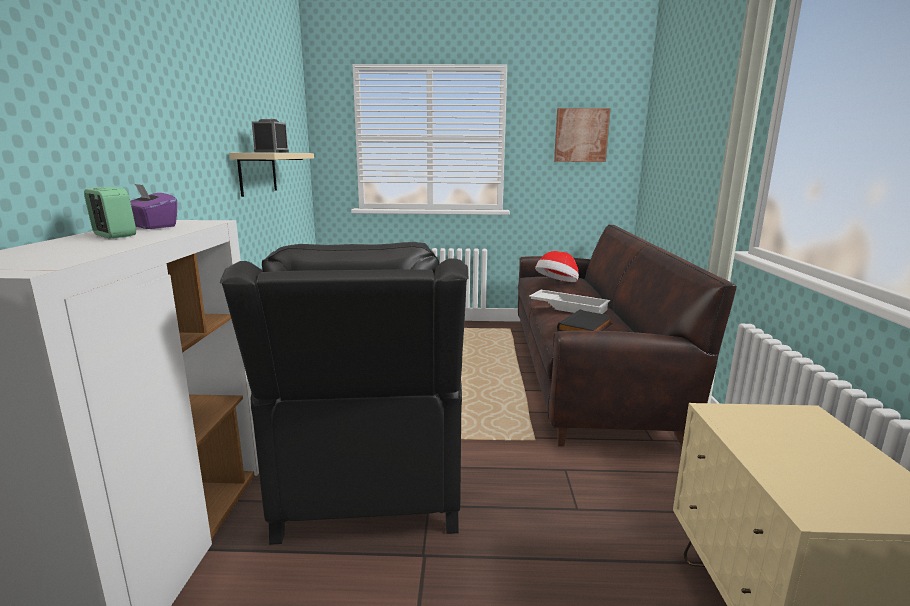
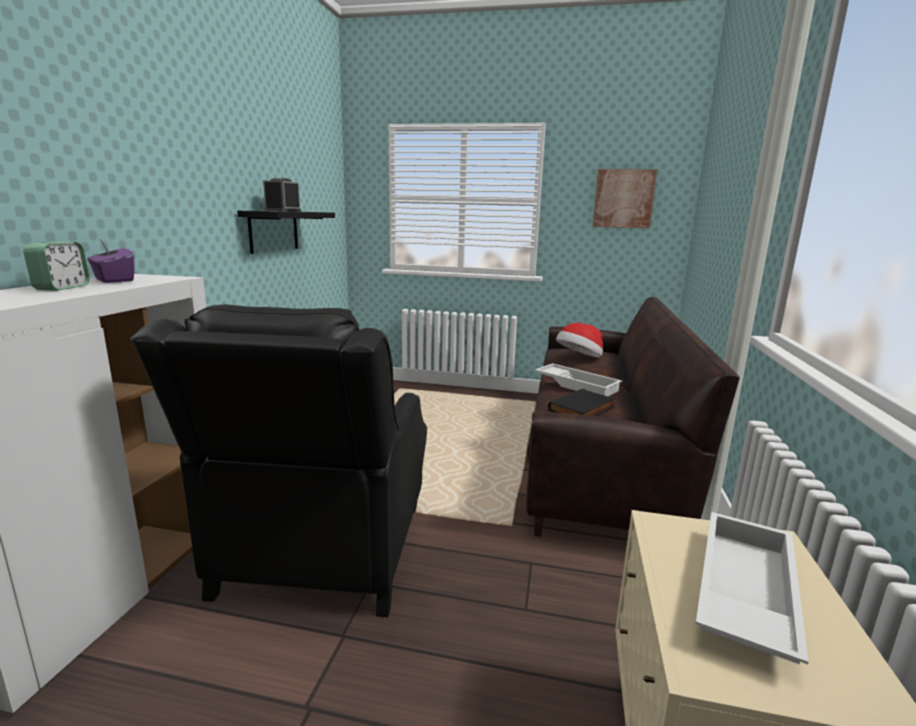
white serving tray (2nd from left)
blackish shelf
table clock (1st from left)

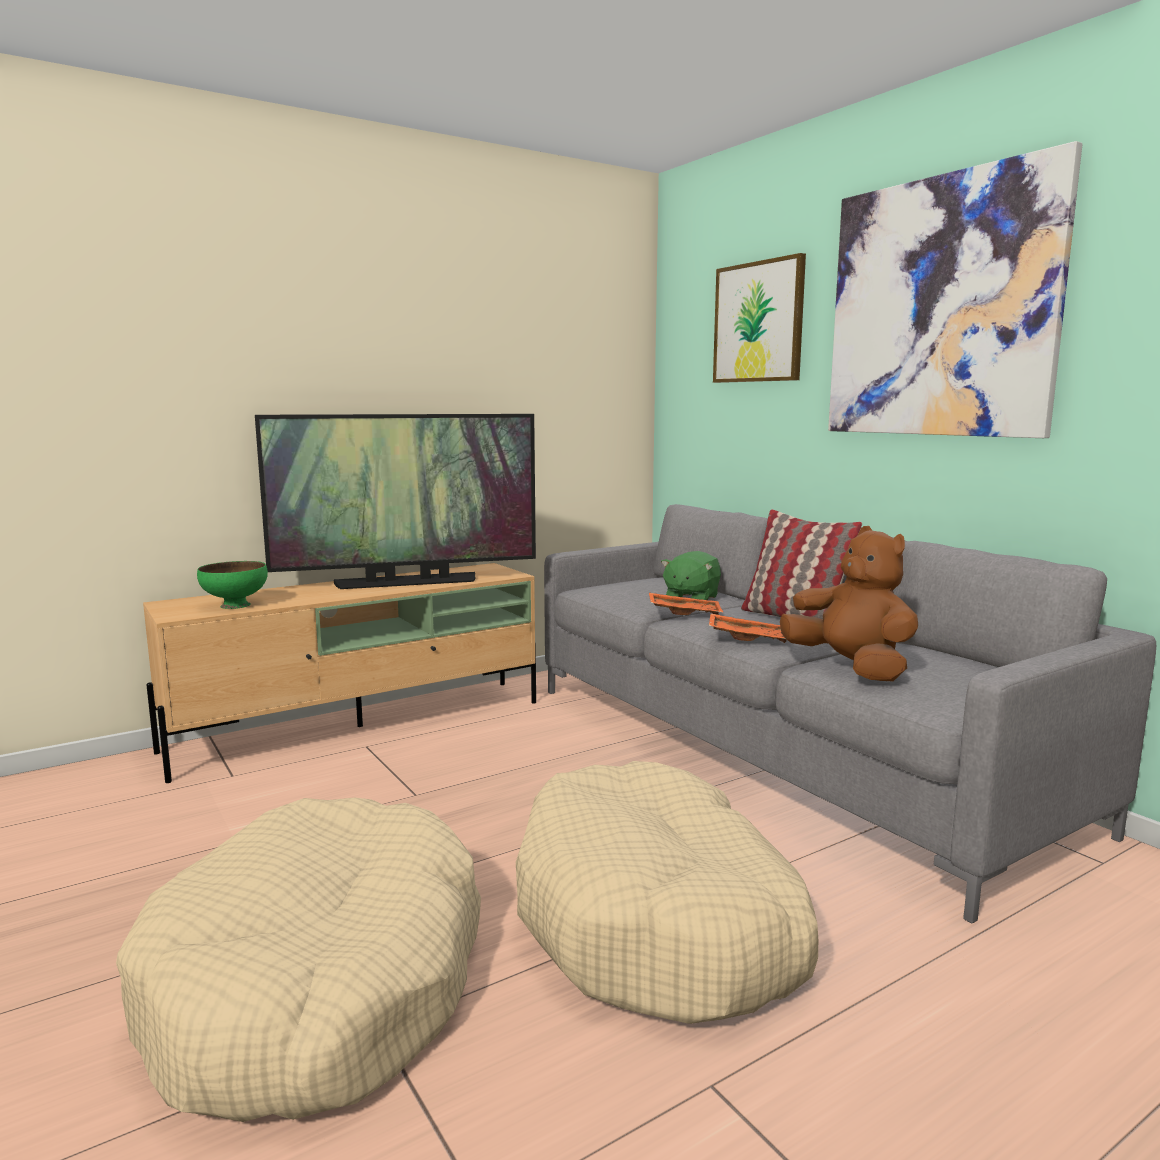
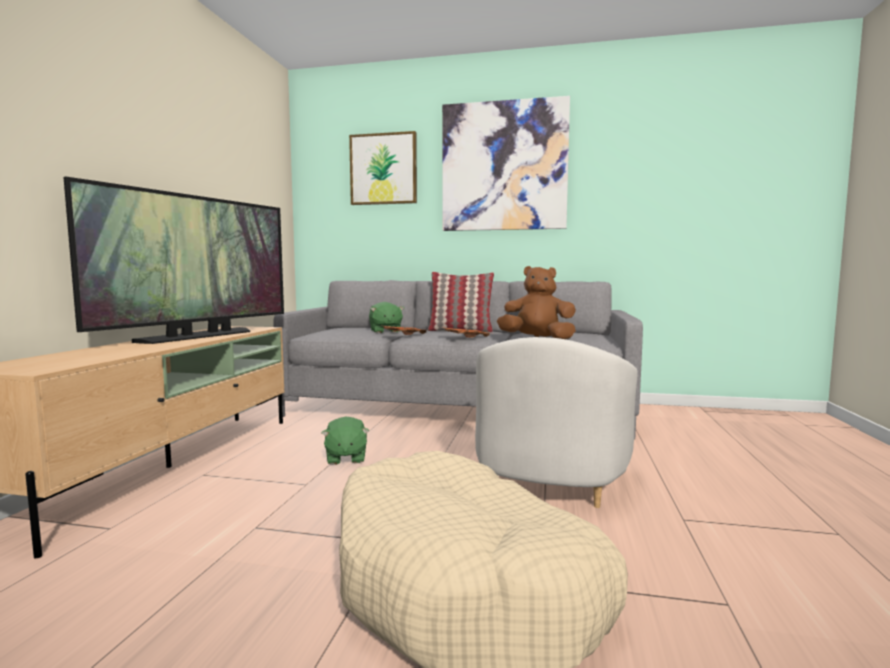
green deep dish
green cuddly toy (1st from left)
white easy chair

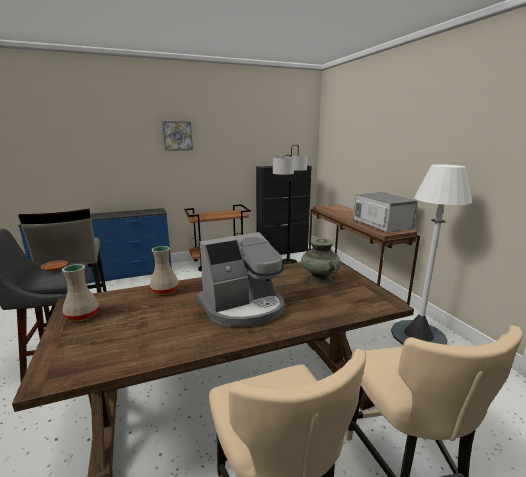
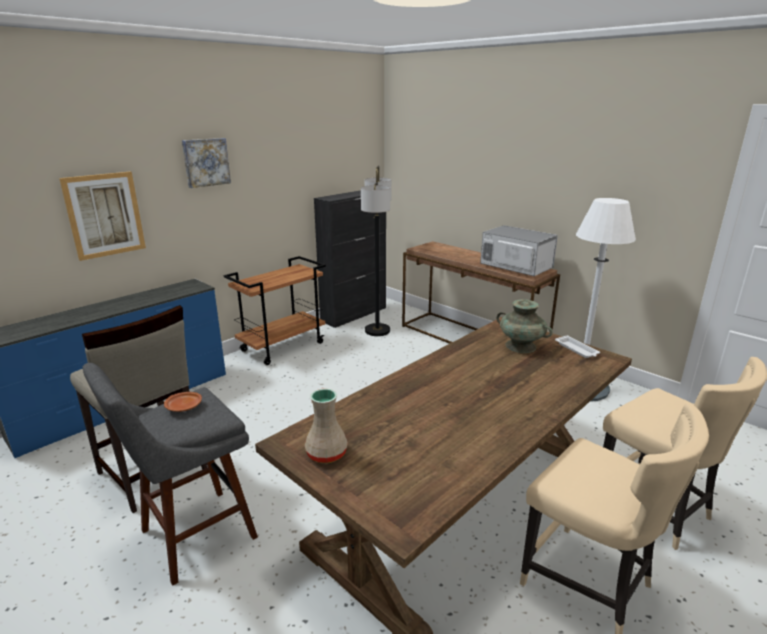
beige-coloured decorative vase (2nd from left in the first image)
coffee machine
wall art (1st from left)
white serving tray

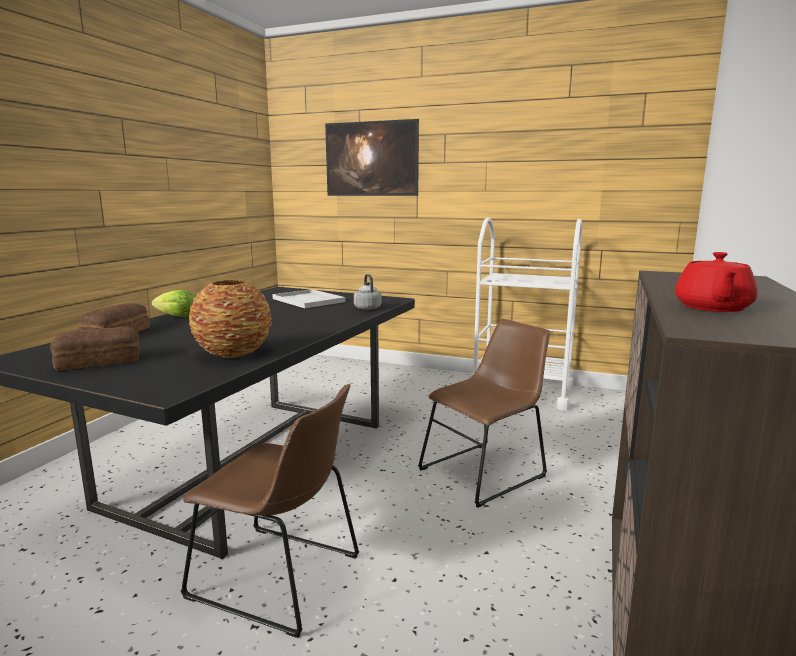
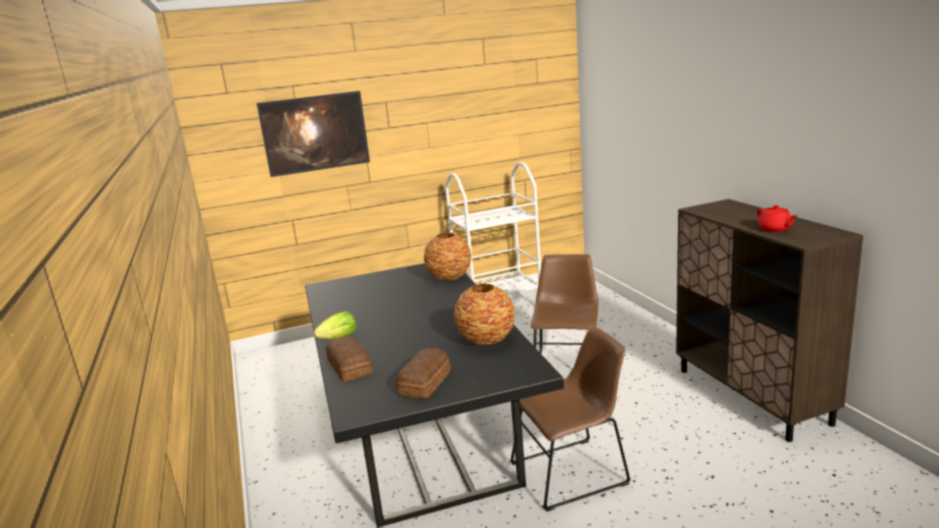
white serving tray
decorative vase (1st from left)

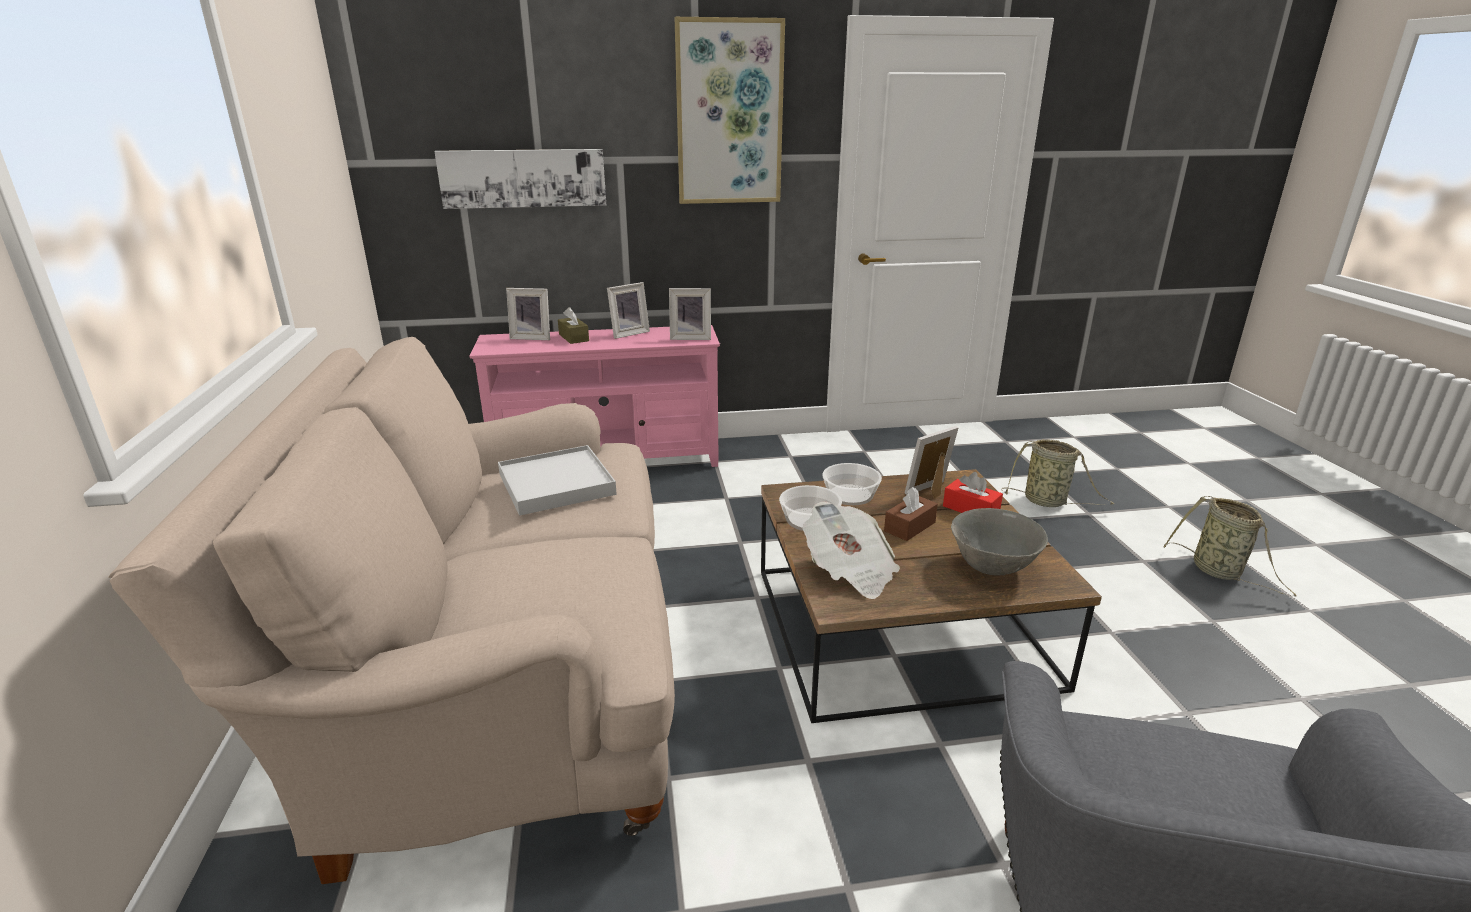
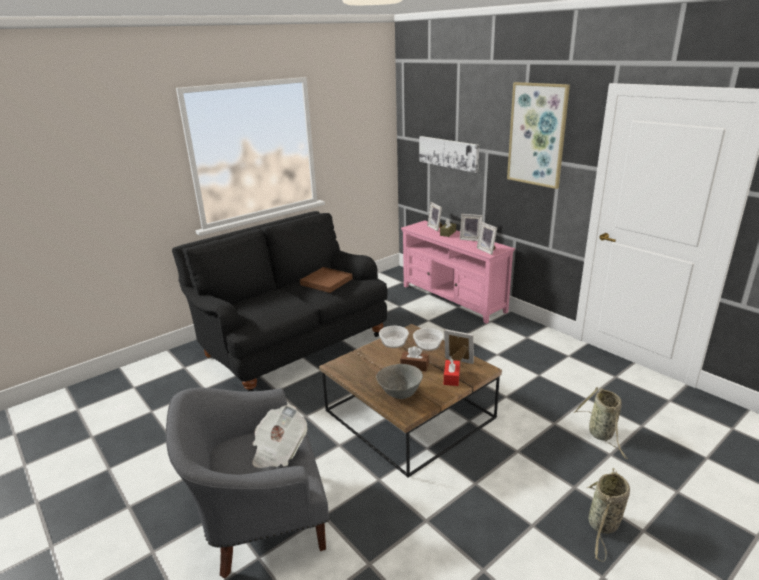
newspaper
blackish settee
brownish serving tray

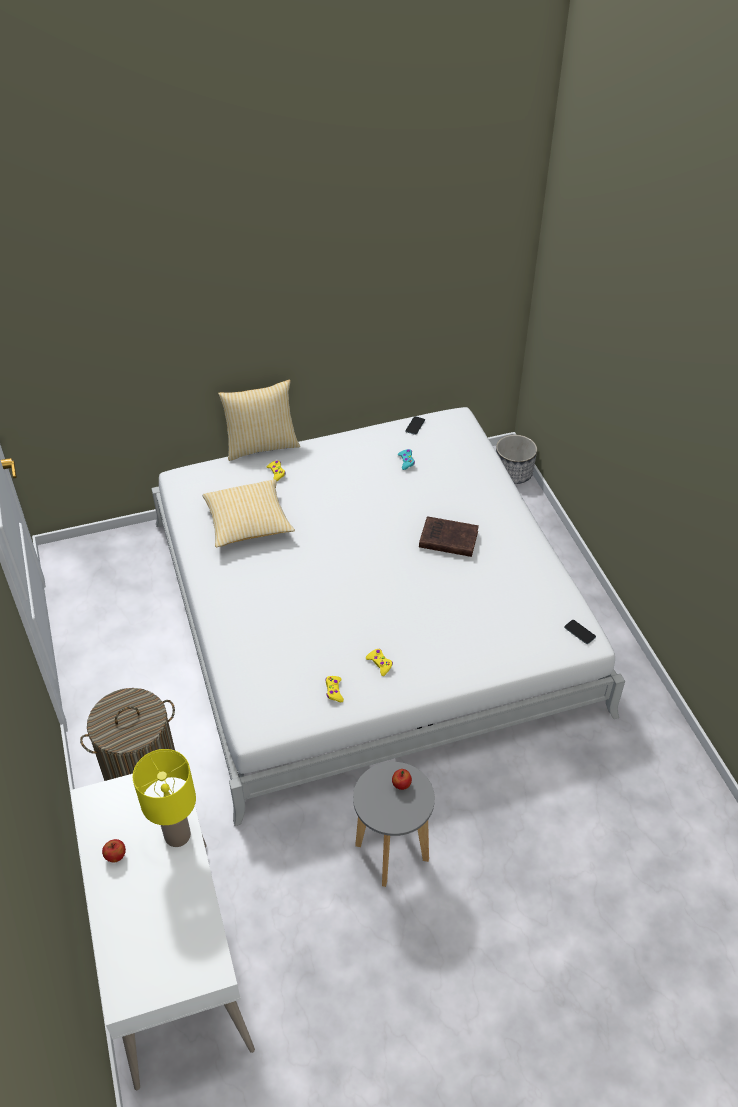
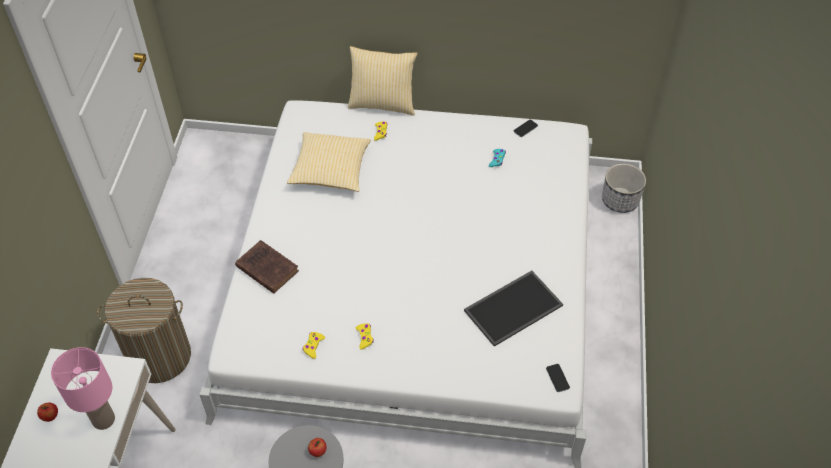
serving tray
brownish bound book
pink table lamp

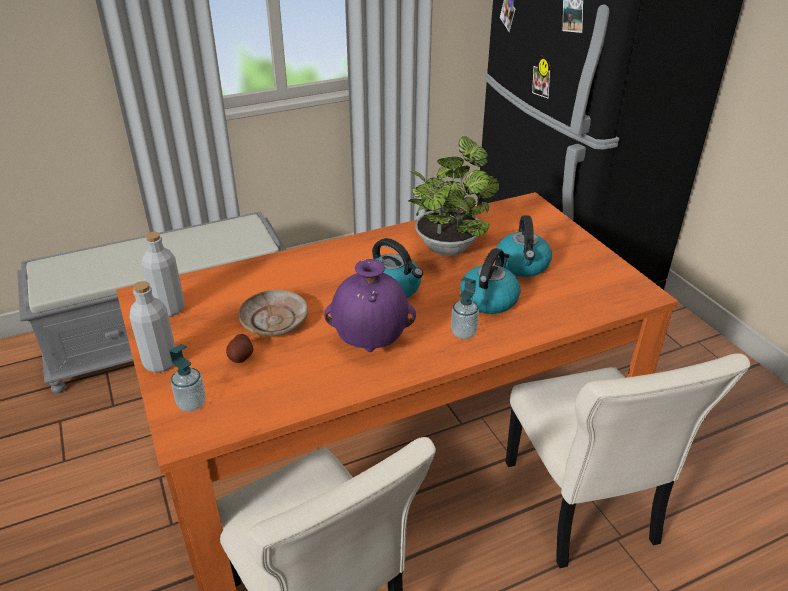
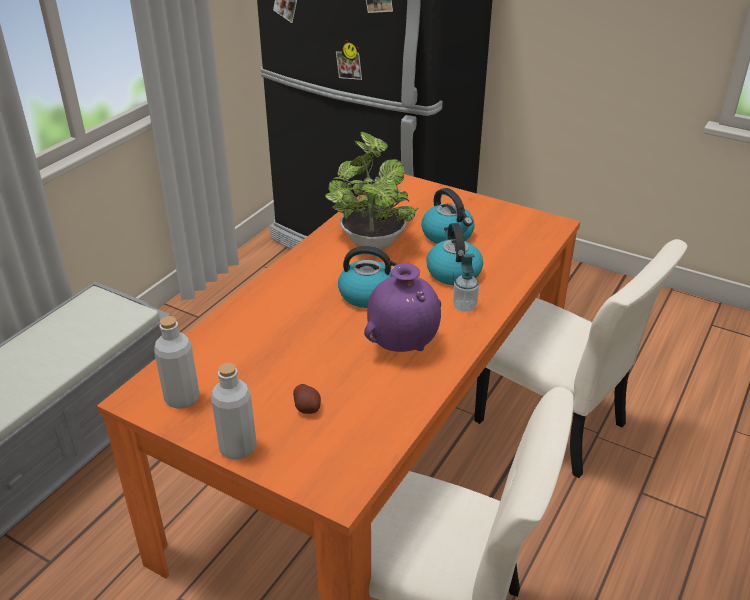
liquid soap bottle (1st from left in the first image)
beige-coloured plate

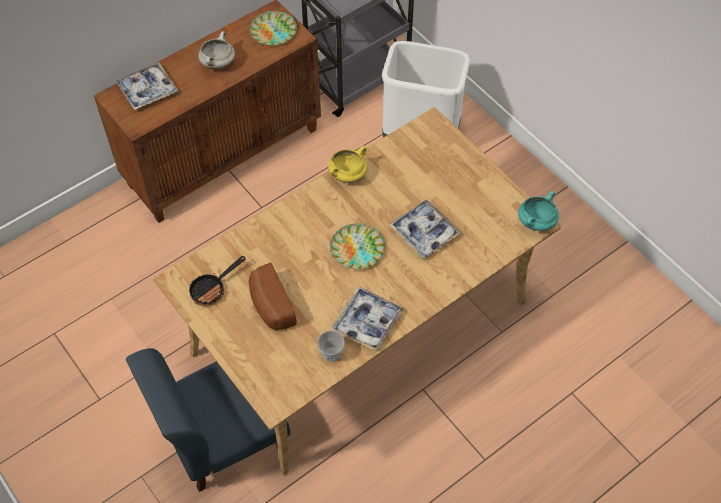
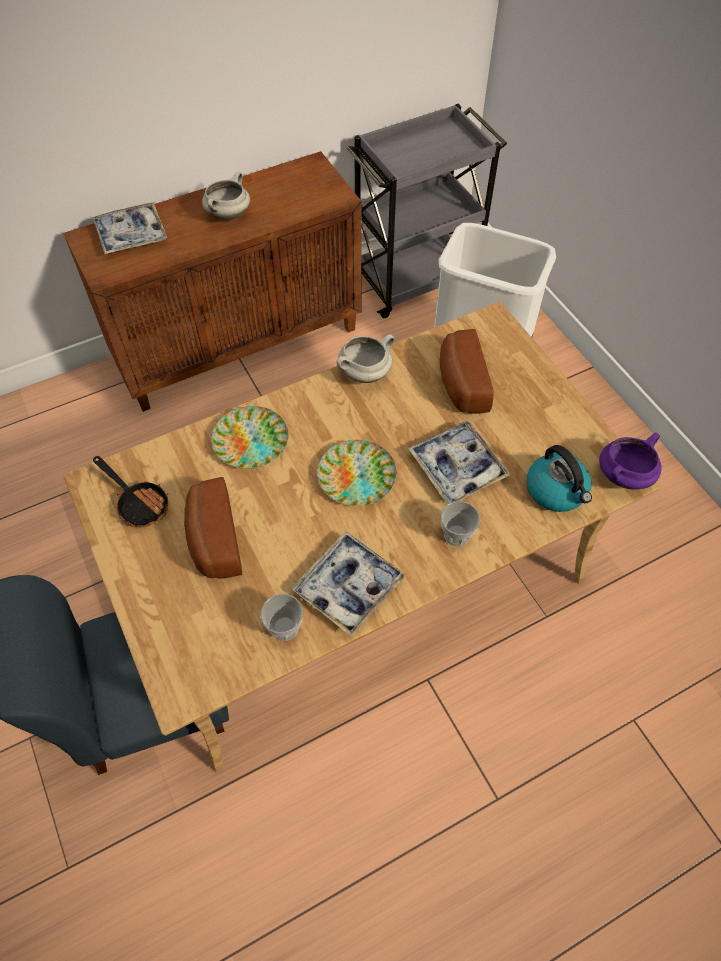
bread (2nd from left)
cup (2nd from left)
tea kettle
plate (1st from left)
white cooking pot (2nd from left)
purplish cooking pot
frying pan

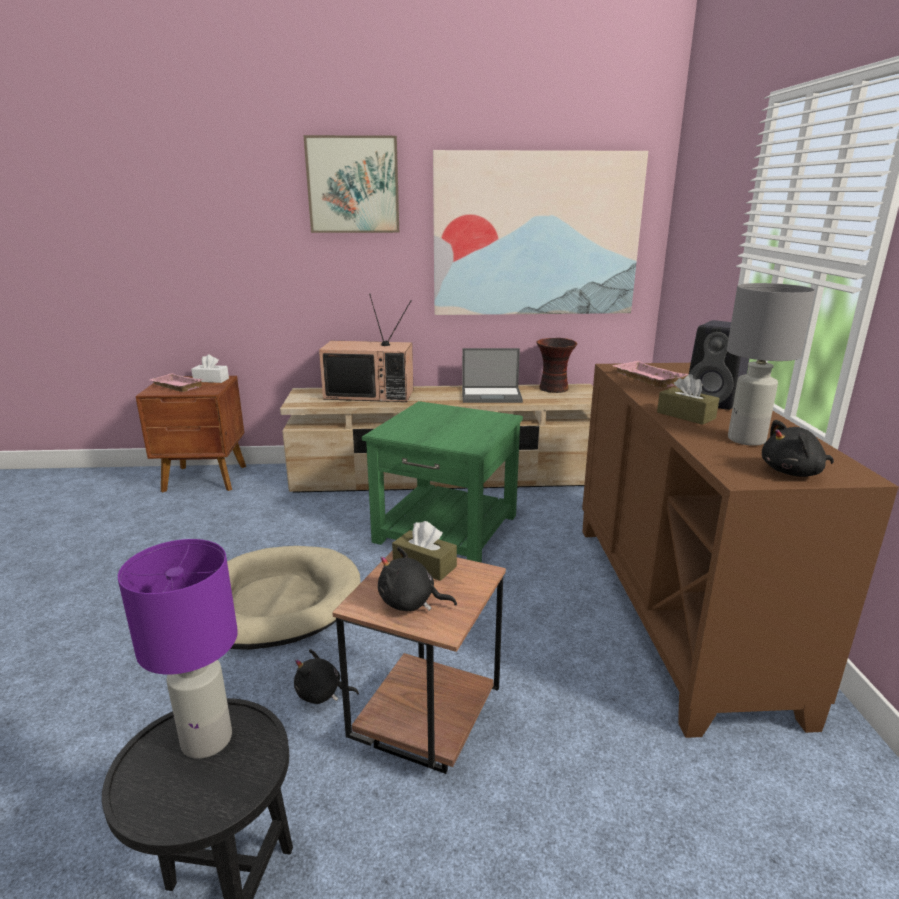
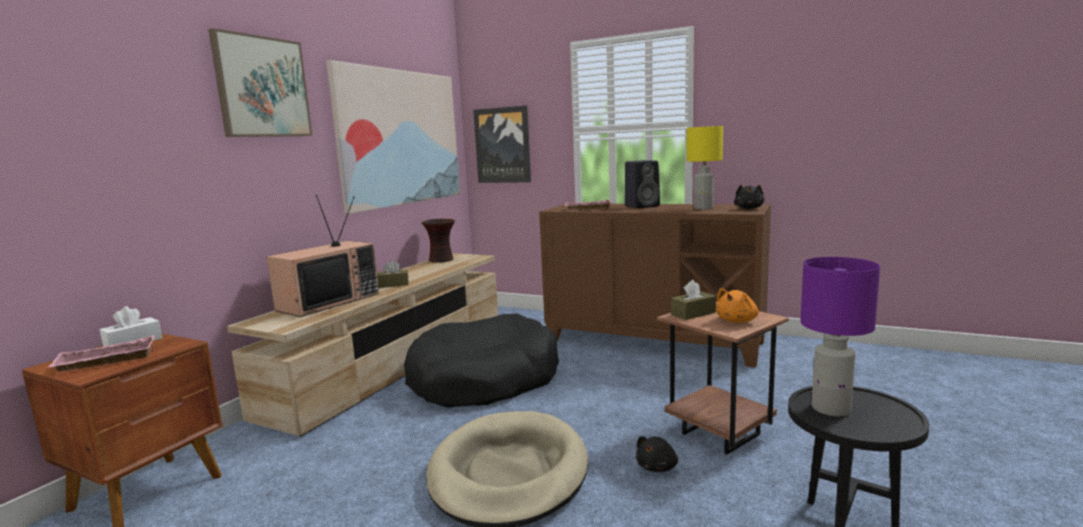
notebook computer
wall art (3rd from left)
brownish box of tissues (1st from left)
blackish pet bed
orange-coloured cuddly toy
yellowish table lamp

